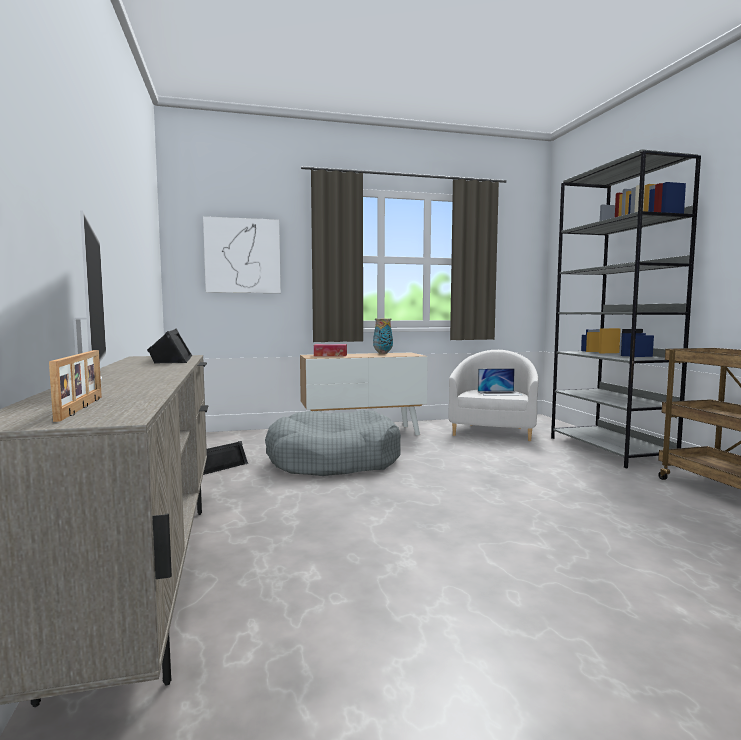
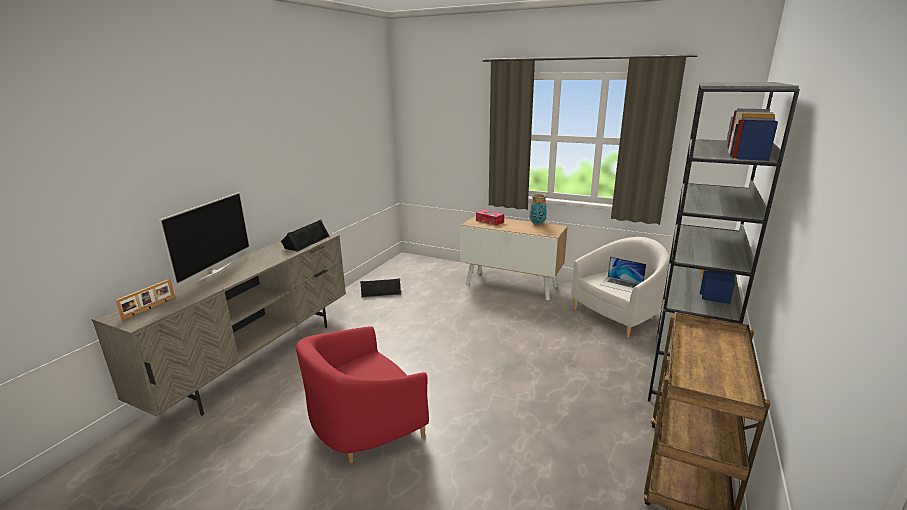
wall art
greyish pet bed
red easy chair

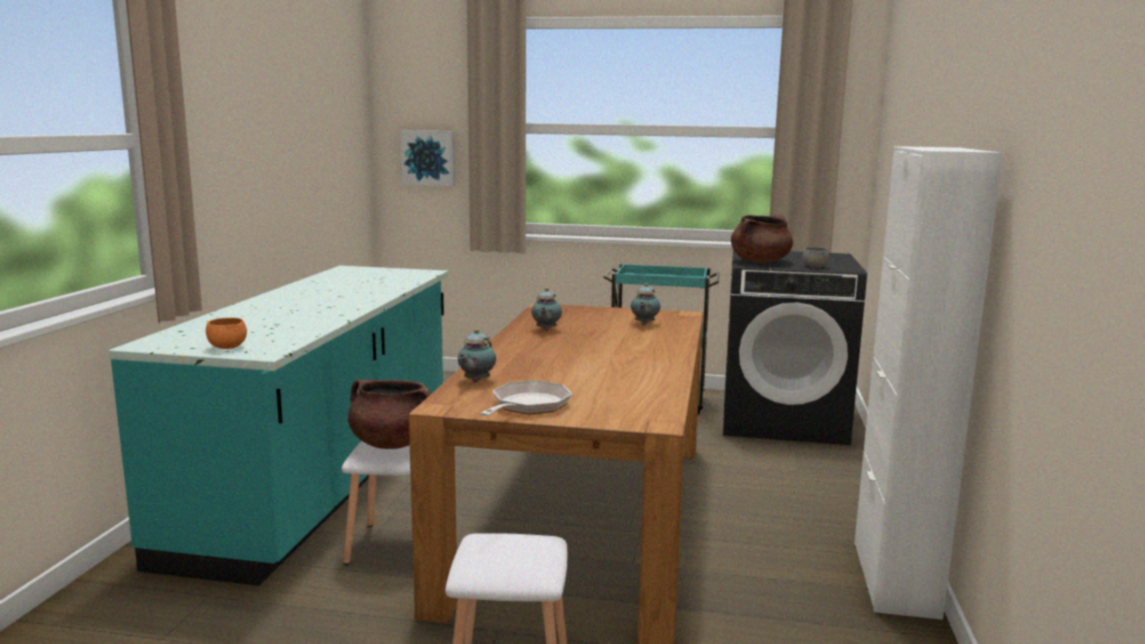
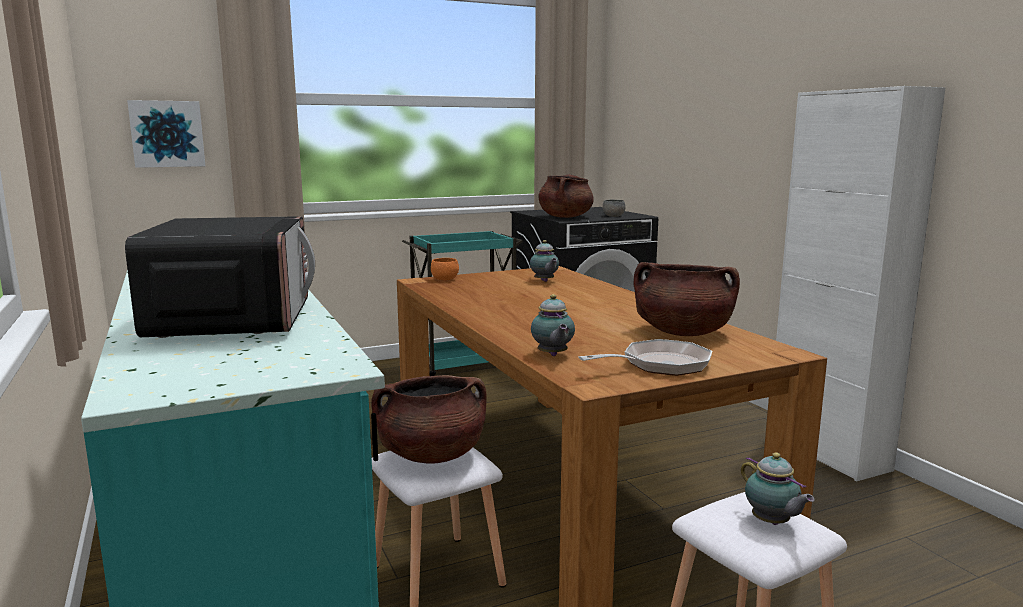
microwave
brownish cooking pot (3rd from left)
orange-coloured deep dish
tea pot (3rd from left)
frying pan

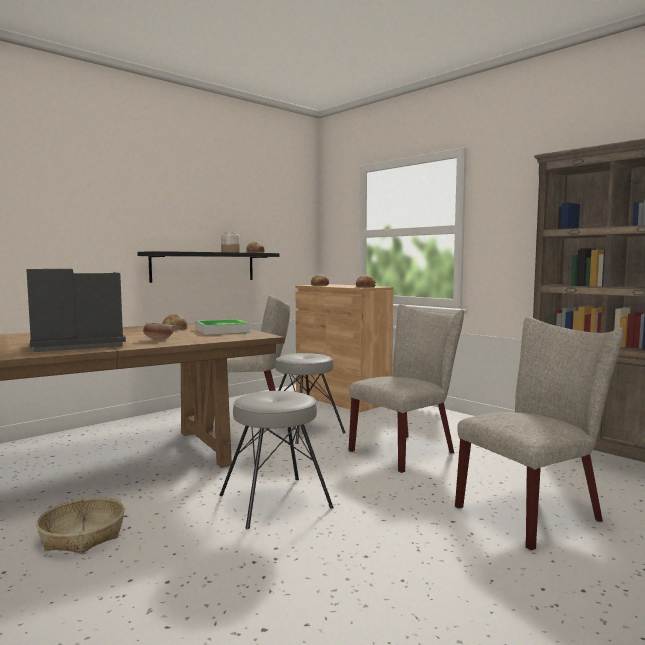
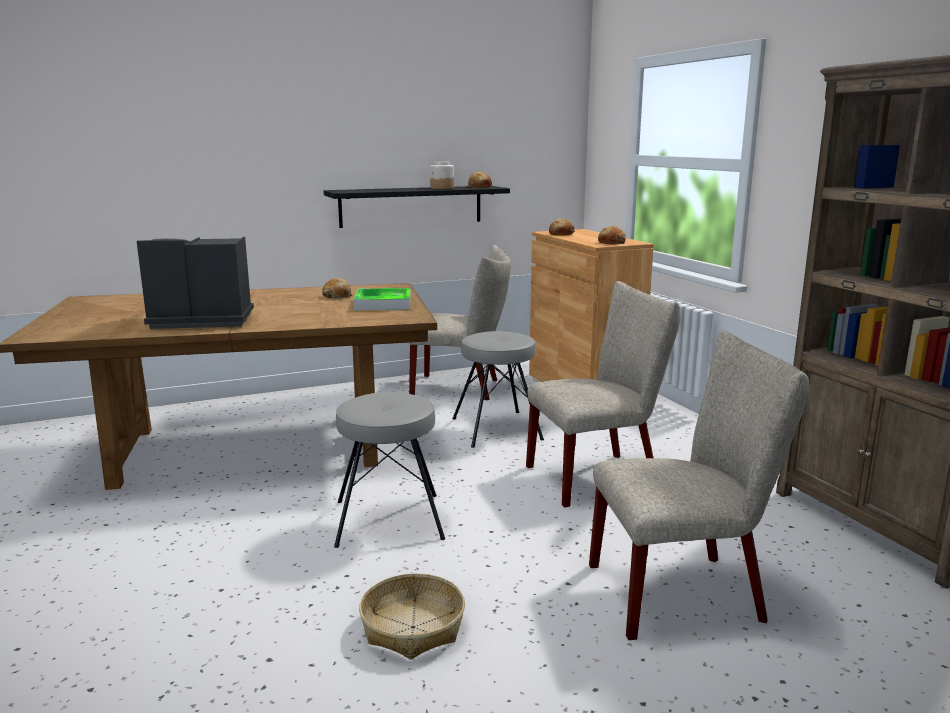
deep dish
basket

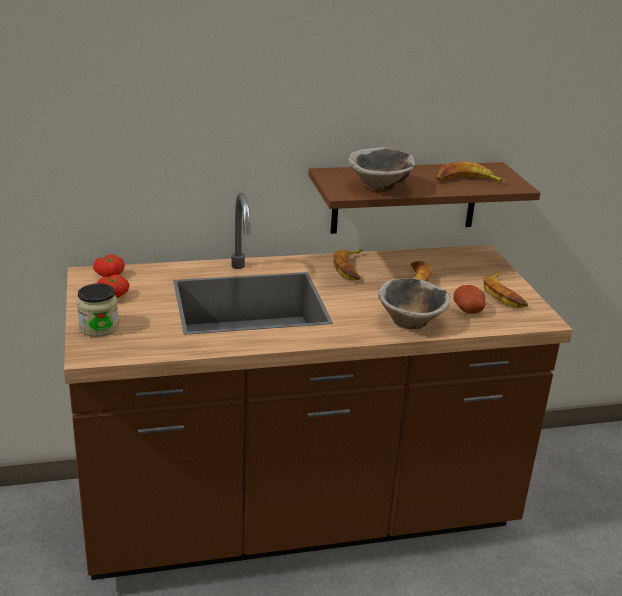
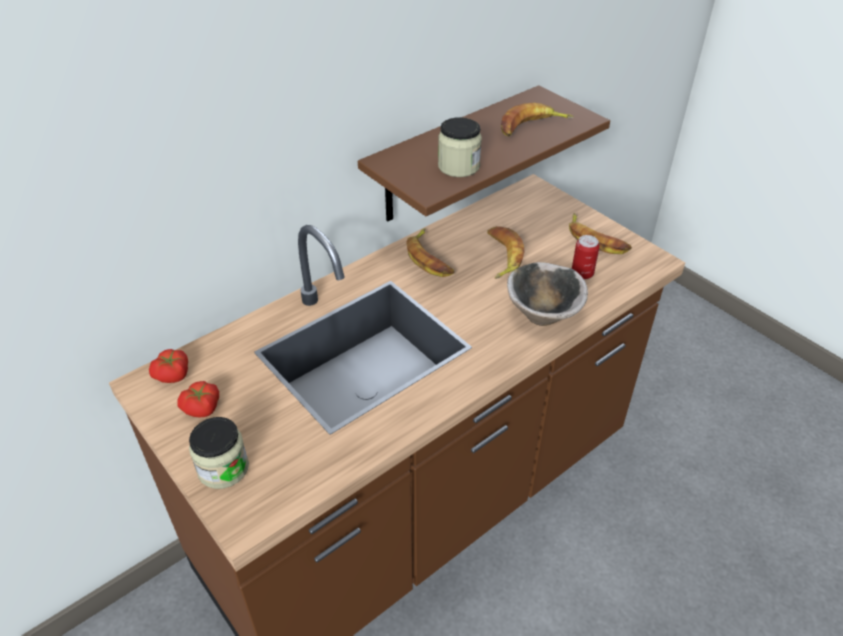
jar (2nd from left)
metal can

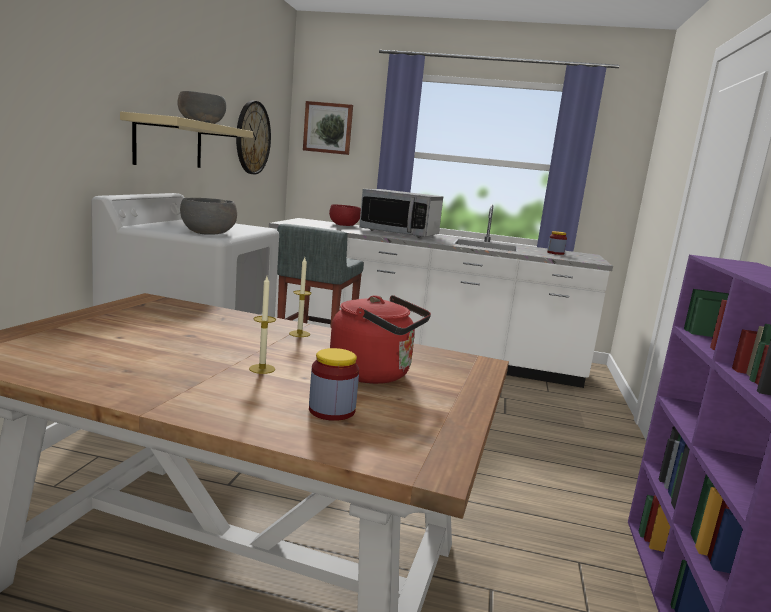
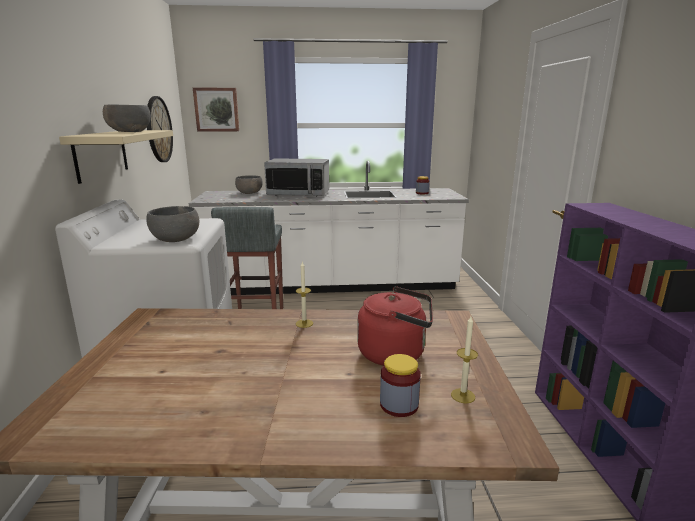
wax candle (2nd from left)
greyish deep dish (3rd from left)

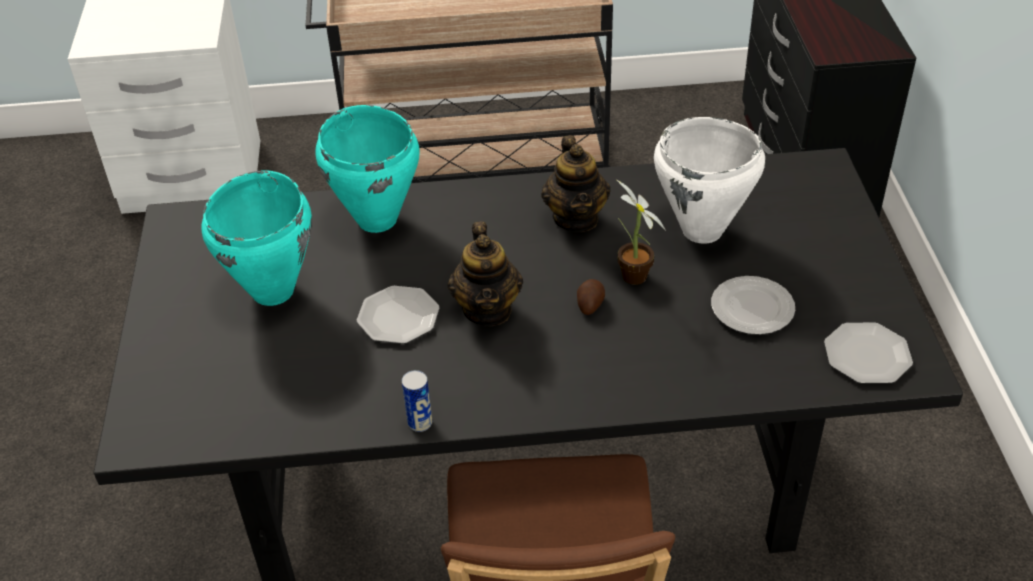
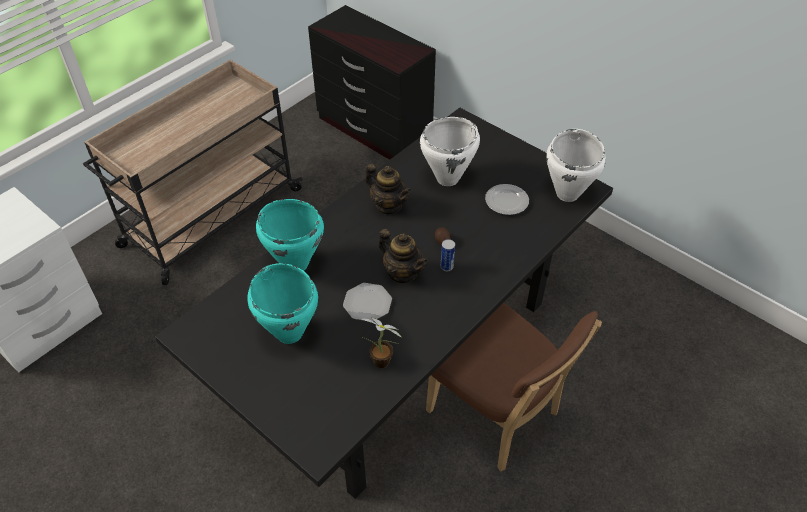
metal can
plant in a pot
white cooking pot (2nd from left)

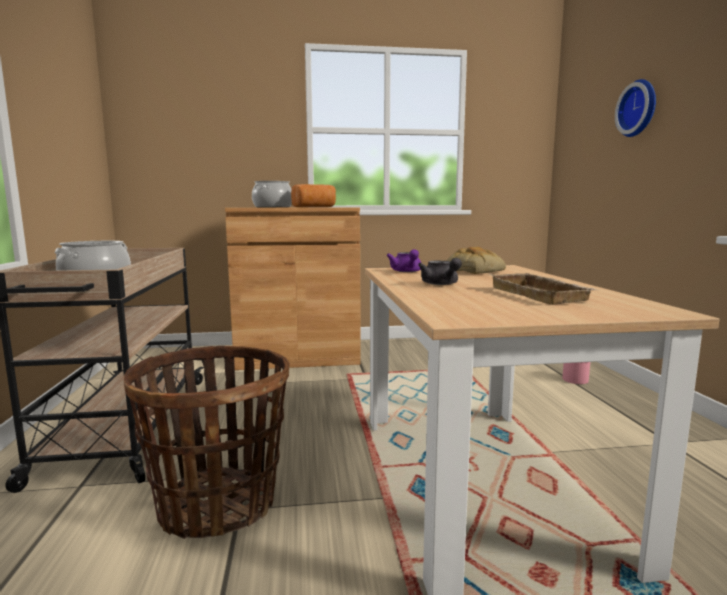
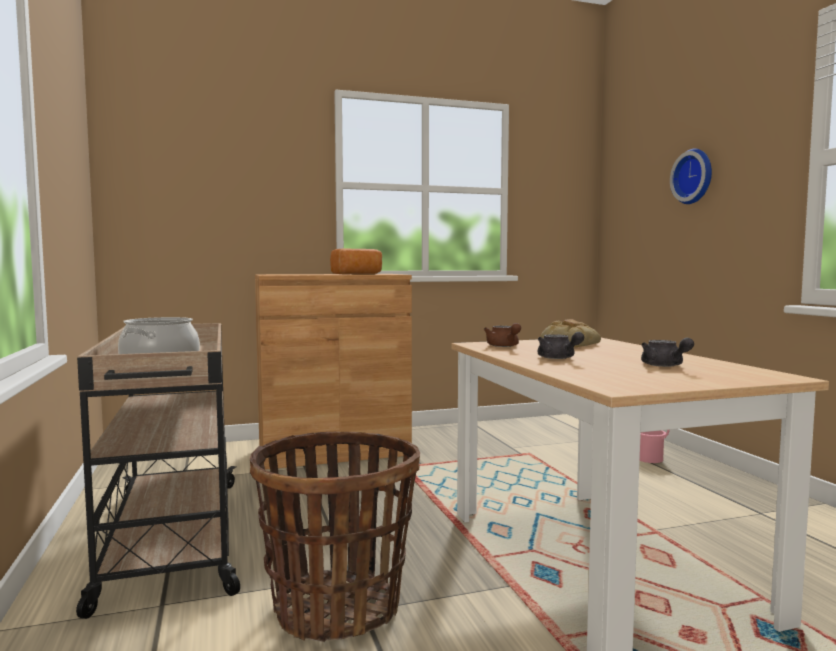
cooking pot (2nd from left in the first image)
greyish tea pot (2nd from left)
brownish tea pot

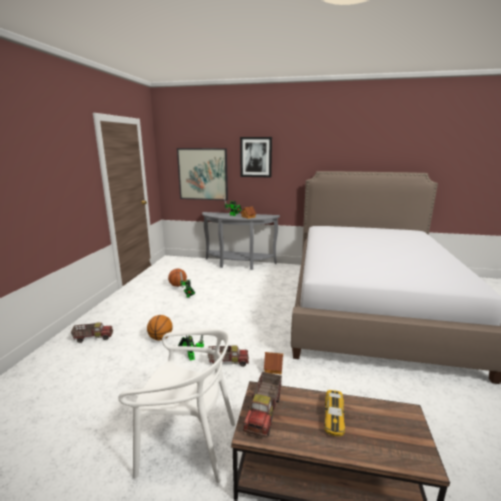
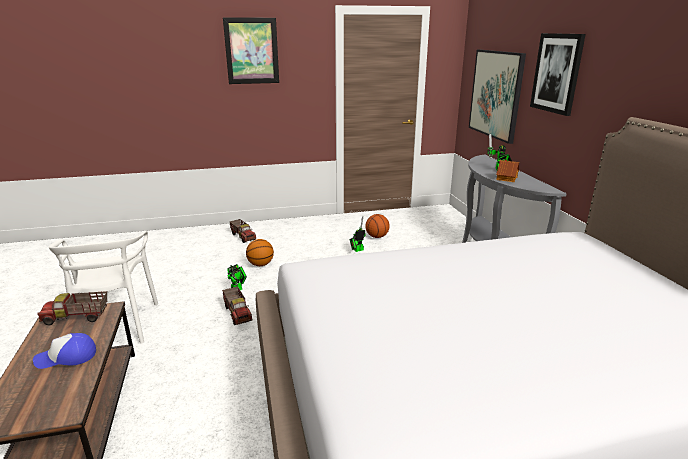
toy house (2nd from left in the first image)
wall art (1st from left)
cap

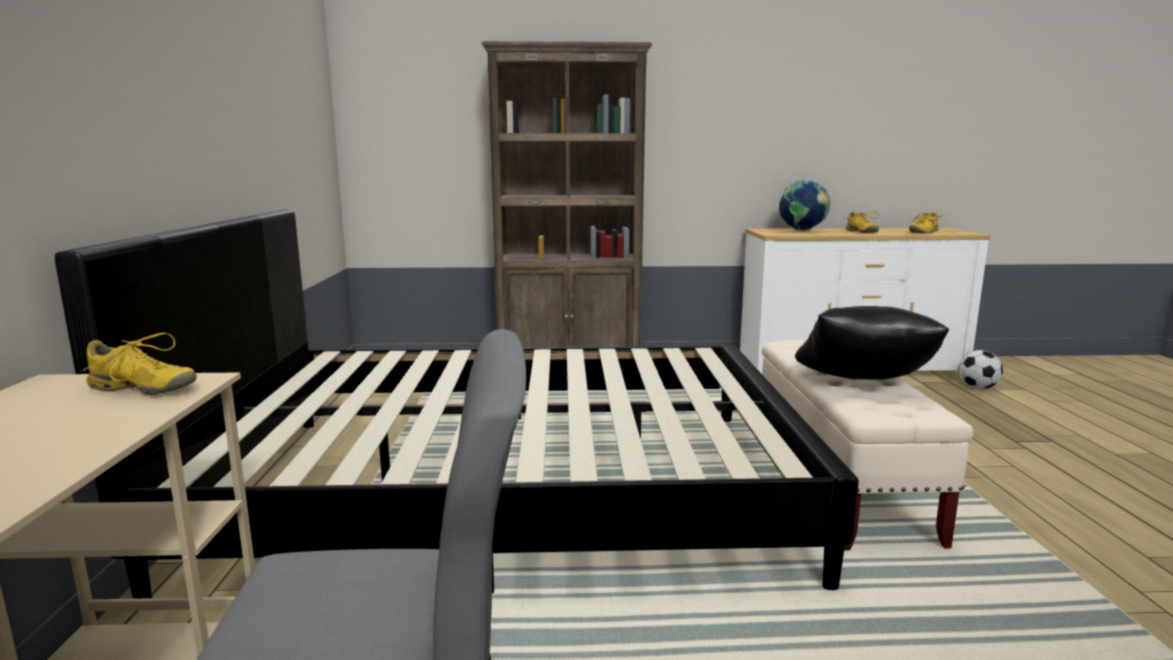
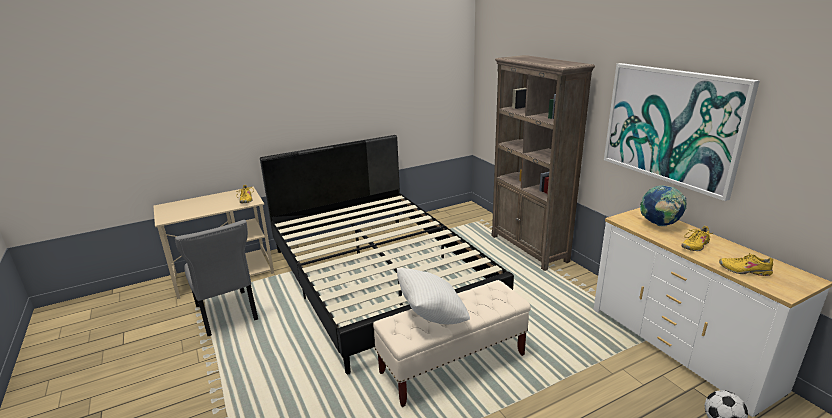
wall art
white cushion

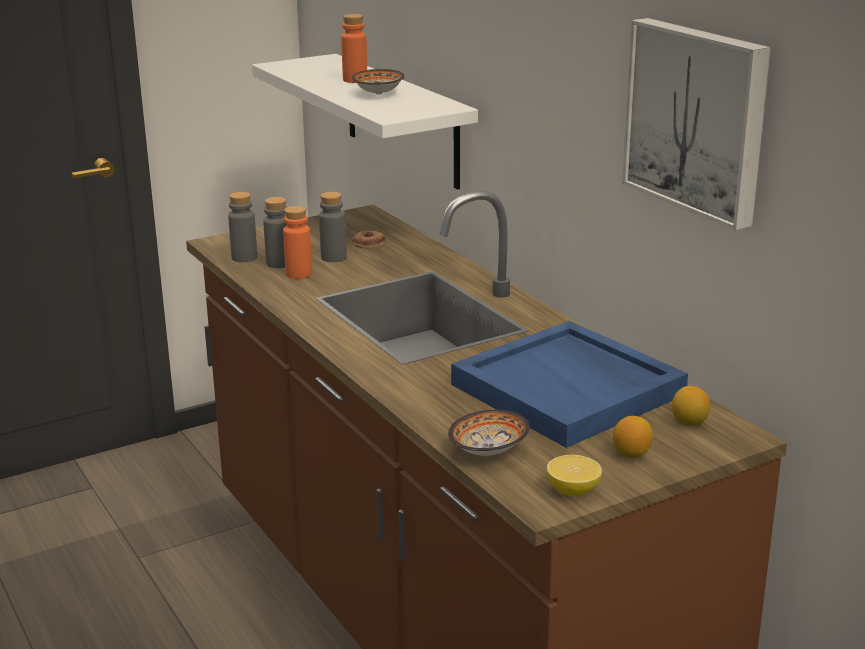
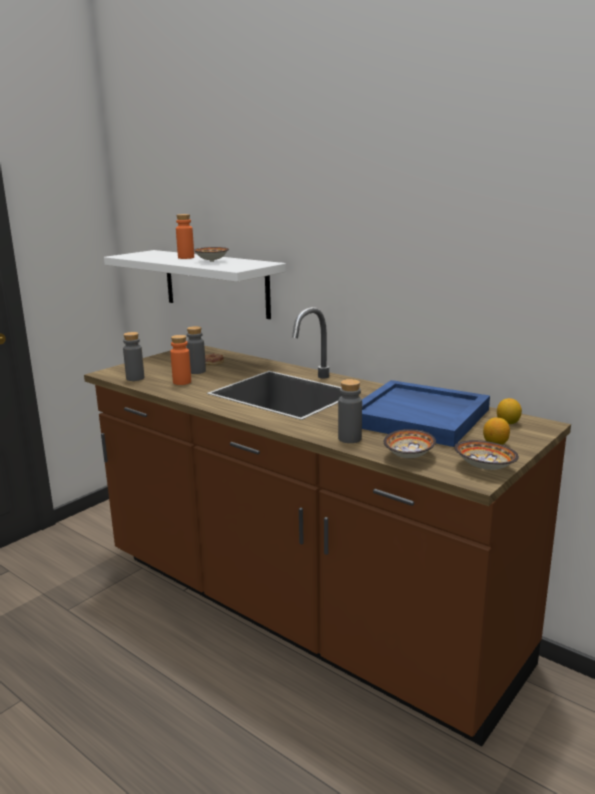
wall art
greyish bottle (3rd from left)
deep dish (3rd from left)

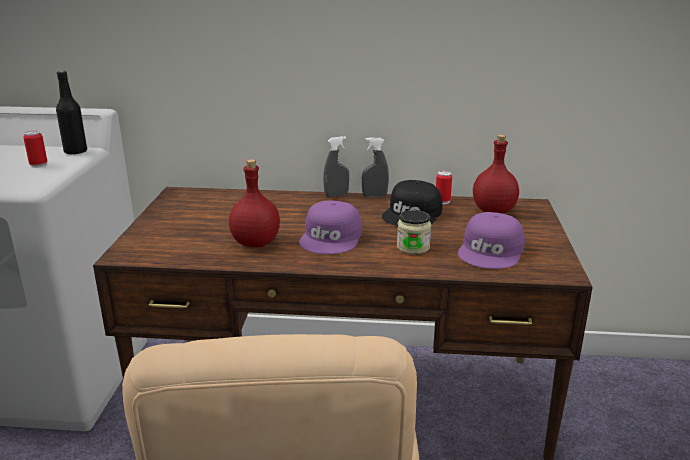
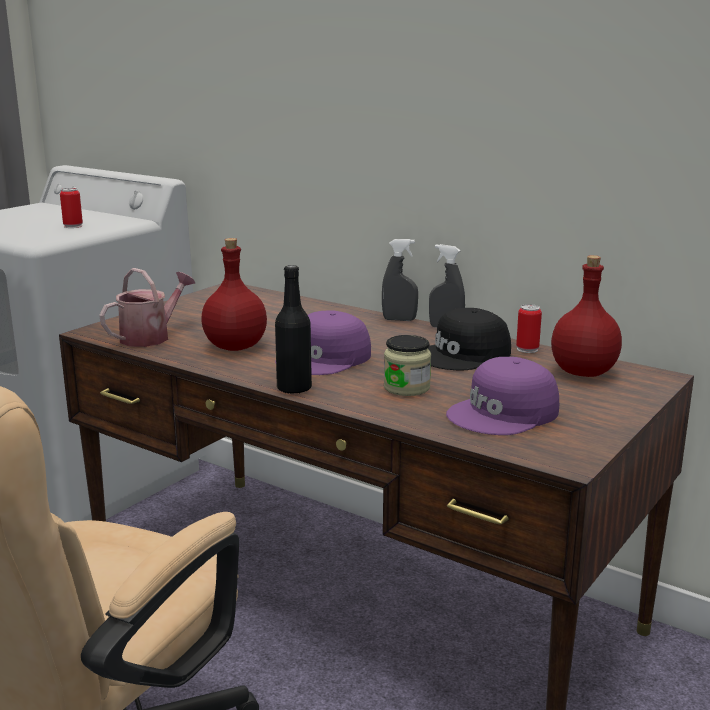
watering pot
blackish bottle

